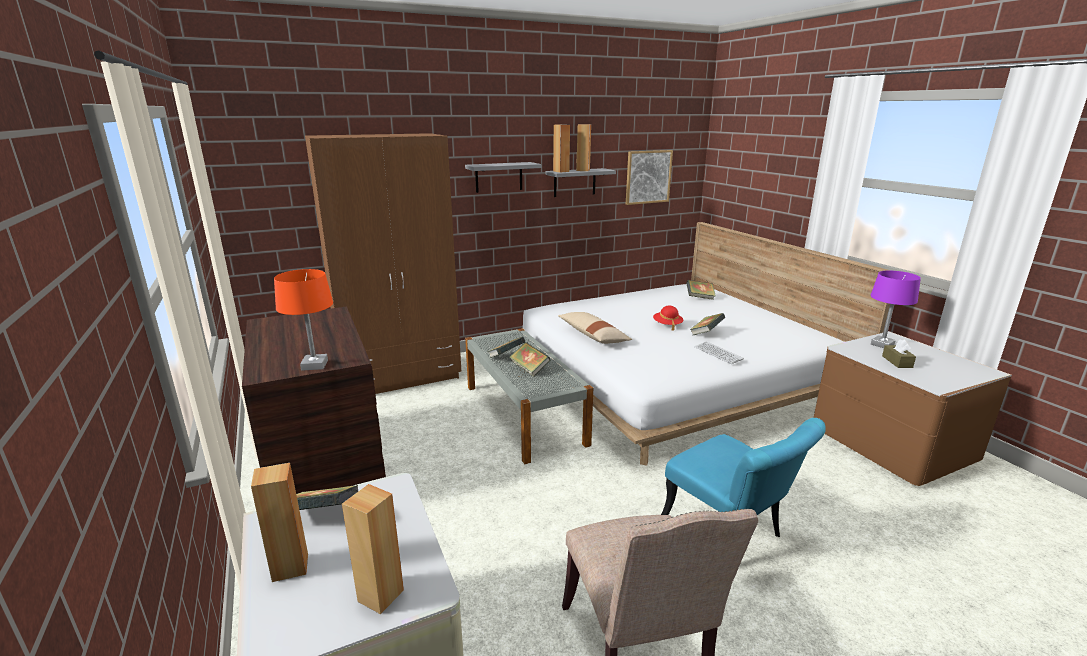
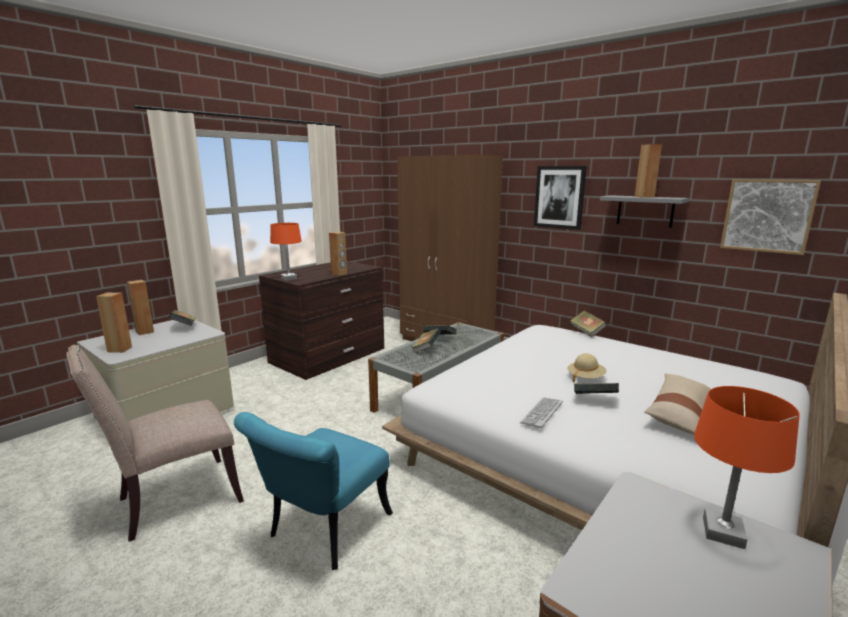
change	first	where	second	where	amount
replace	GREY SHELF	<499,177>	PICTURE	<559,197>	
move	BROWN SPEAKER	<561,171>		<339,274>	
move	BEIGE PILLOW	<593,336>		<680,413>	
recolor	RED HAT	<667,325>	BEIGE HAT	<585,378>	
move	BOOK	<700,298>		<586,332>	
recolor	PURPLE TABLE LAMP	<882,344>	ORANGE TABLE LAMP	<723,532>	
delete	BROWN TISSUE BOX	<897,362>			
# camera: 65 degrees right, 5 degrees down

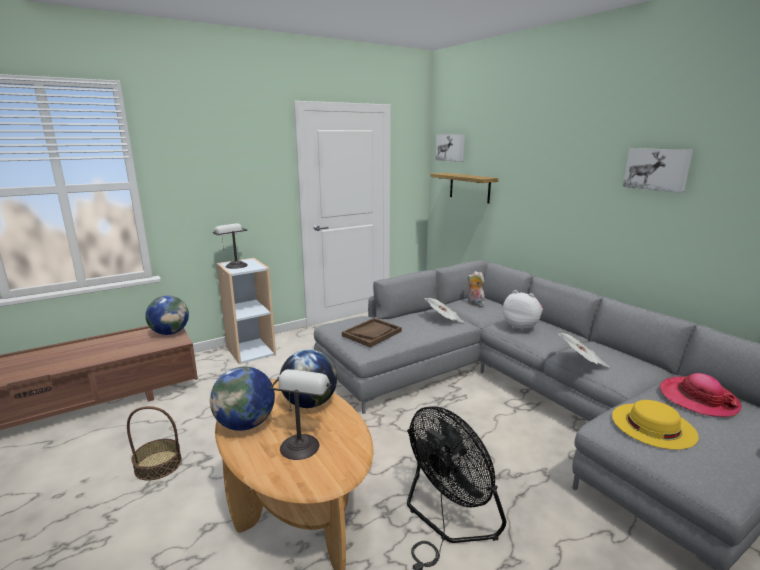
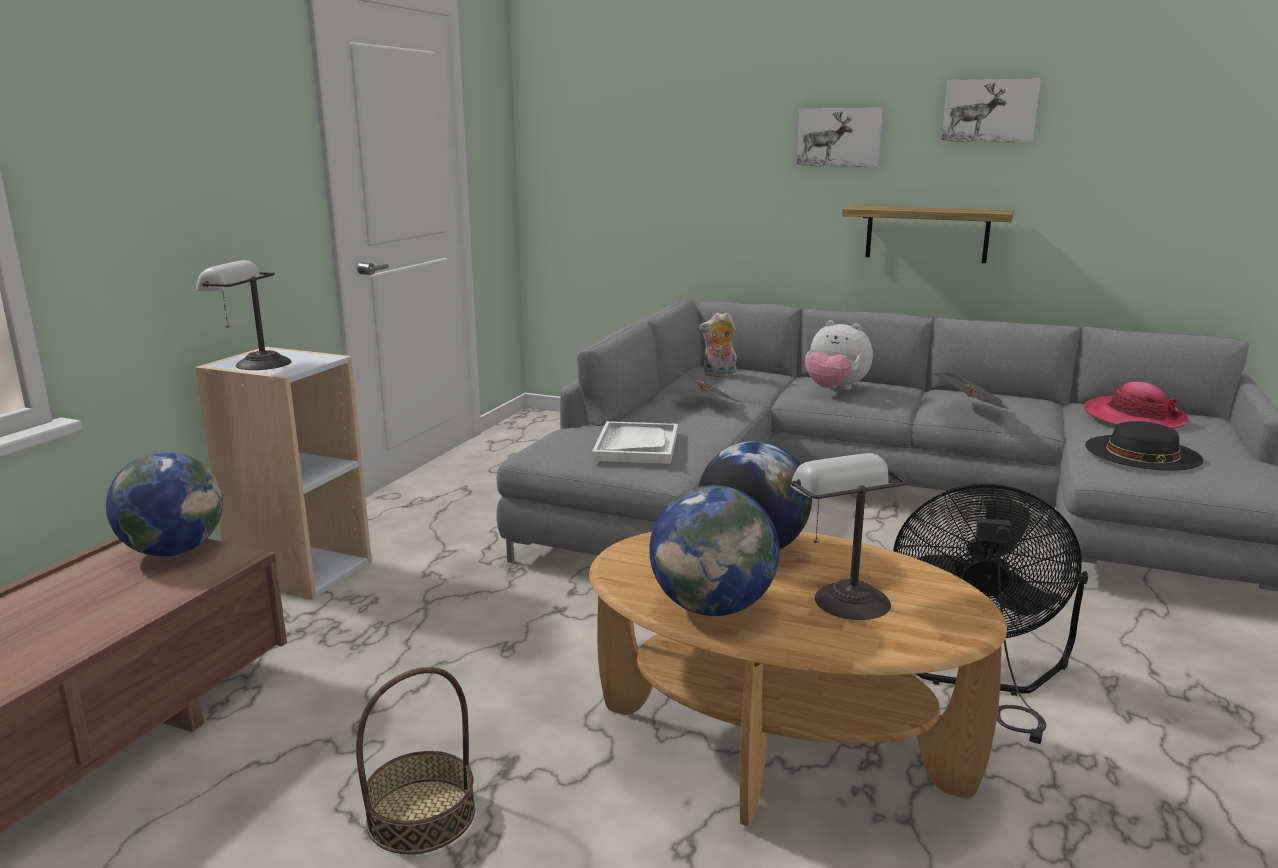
change	first	where	second	where	amount
recolor	BROWN TRAY	<372,333>	WHITE TRAY	<636,445>	
move	SHELF	<469,187>		<927,234>	
move	PICTURE	<451,147>		<839,137>	
rotate	PLUSH TOY	<521,327>		<834,389>	150 degrees counterclockwise
recolor	YELLOW HAT	<653,425>	BLACK HAT	<1142,452>	
# camera: 35 degrees left, 0 degrees up

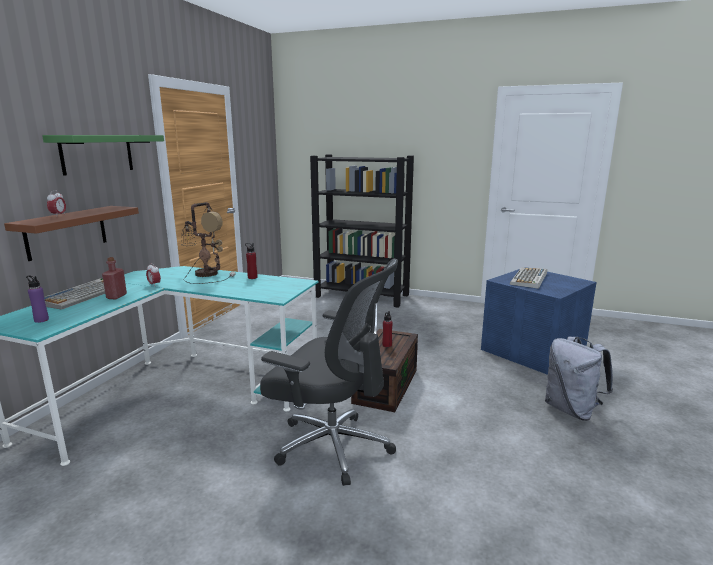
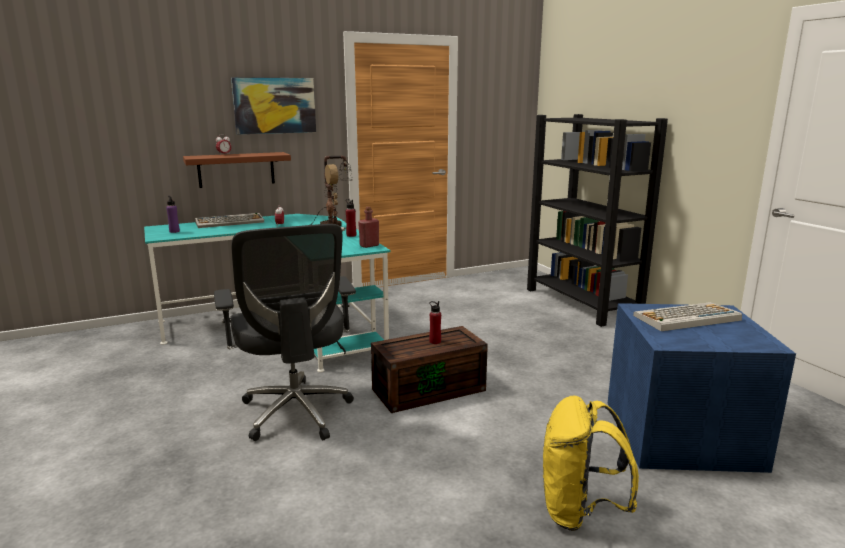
change	first	where	second	where	amount
replace	GREEN SHELF	<97,153>	PICTURE	<274,105>	
move	RED BOTTLE	<116,296>		<369,245>	
recolor	GREY BACKPACK	<572,410>	YELLOW BACKPACK	<579,512>	
# camera: 45 degrees right, 0 degrees up

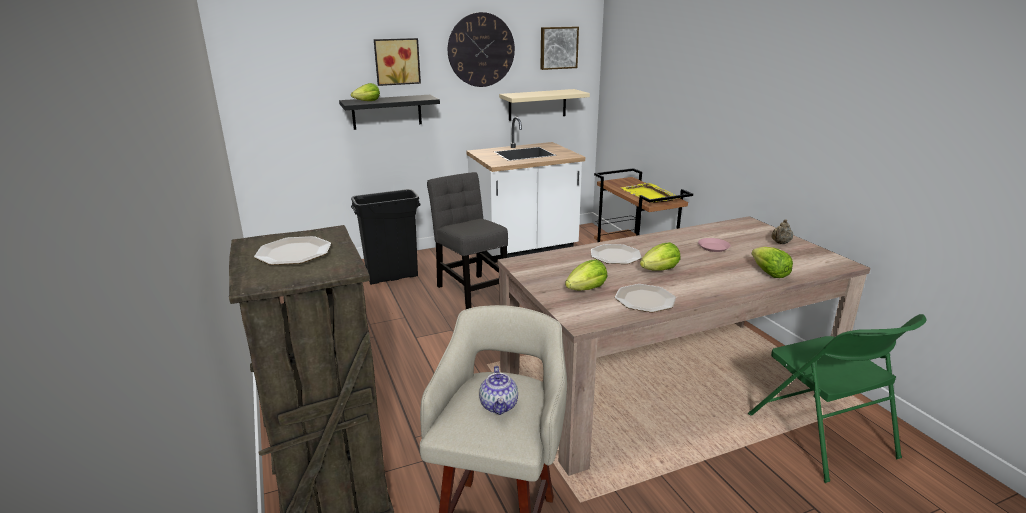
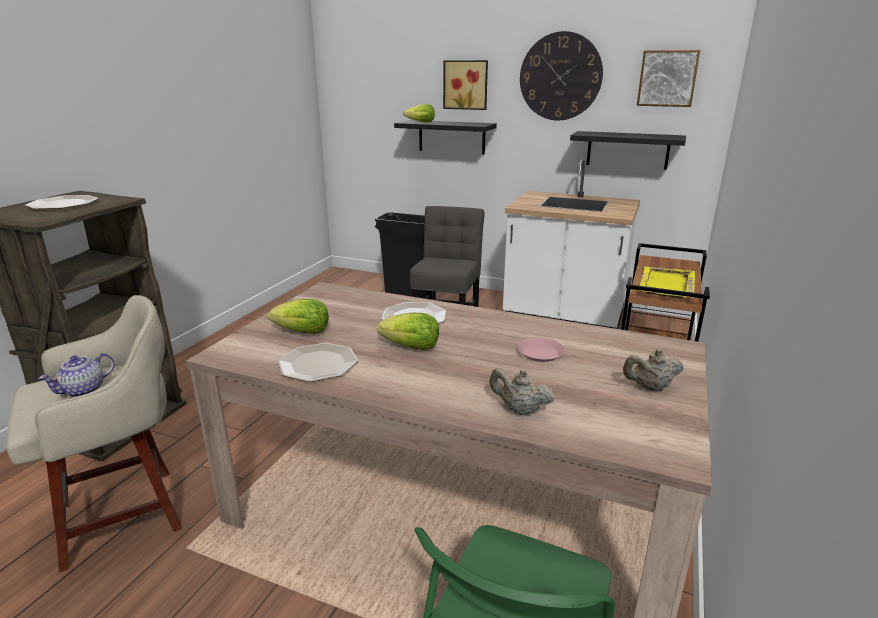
change	first	where	second	where	amount
recolor	BEIGE SHELF	<537,104>	BLACK SHELF	<627,150>	
replace	LETTUCE	<769,274>	BEIGE TEAPOT	<519,410>	
# camera: 45 degrees right, 0 degrees up

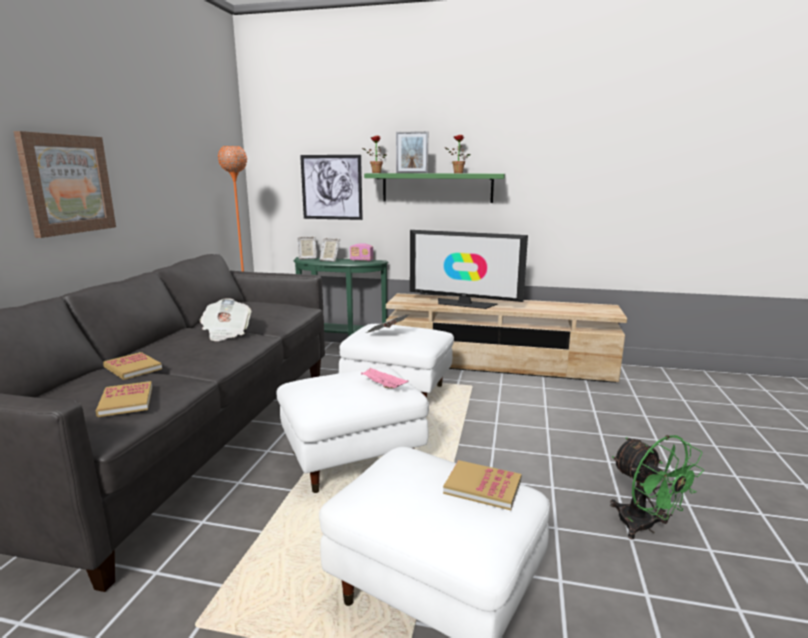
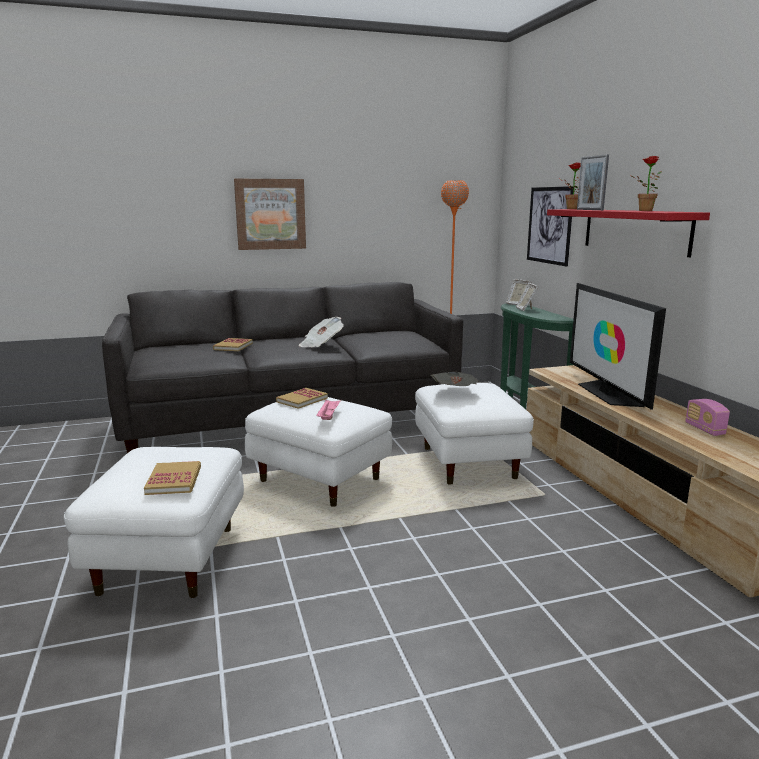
change	first	where	second	where	amount
move	BOOK	<126,401>		<302,400>	
move	RADIO	<361,260>		<704,429>	
recolor	GREEN SHELF	<437,187>	RED SHELF	<634,230>	
delete	GREEN FAN	<644,527>			
# camera: 60 degrees right, 0 degrees up

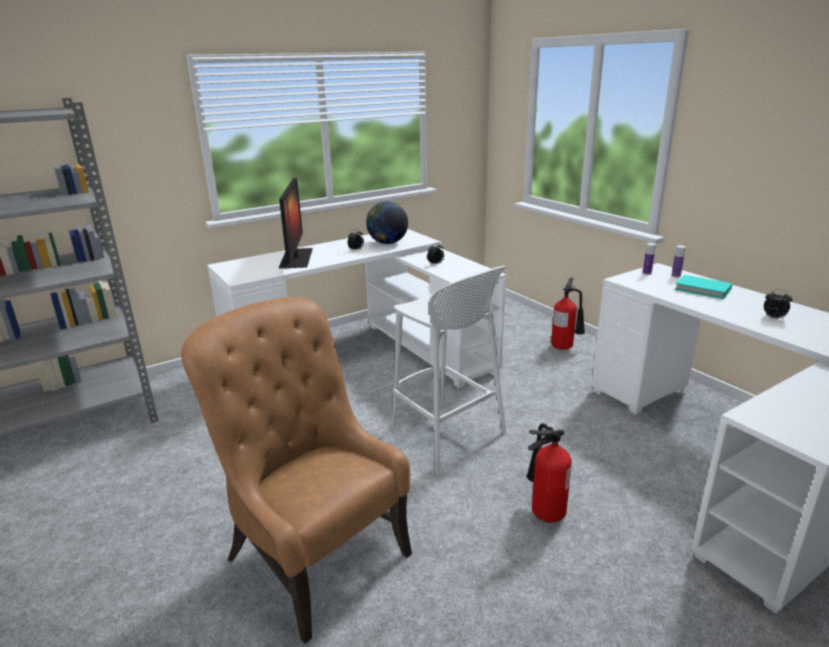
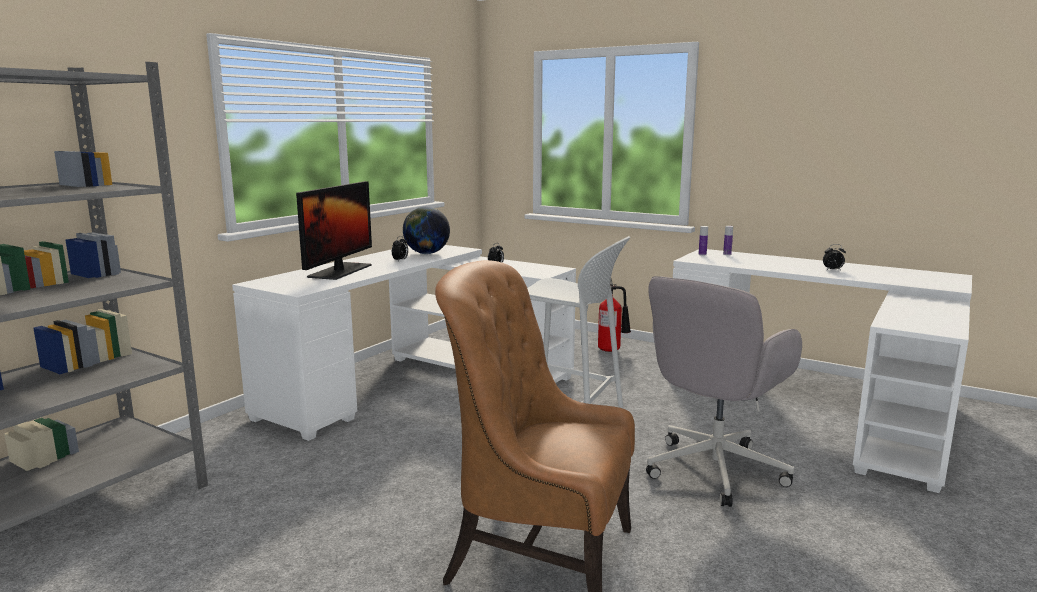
change	first	where	second	where	amount
rotate	MONITOR	<296,258>		<340,271>	45 degrees clockwise
replace	FIRE EXTINGUISHER	<543,512>	GREY OFFICE CHAIR	<714,471>	
delete	TURQUOISE BOOK	<702,289>			
# camera: 25 degrees left, 10 degrees down

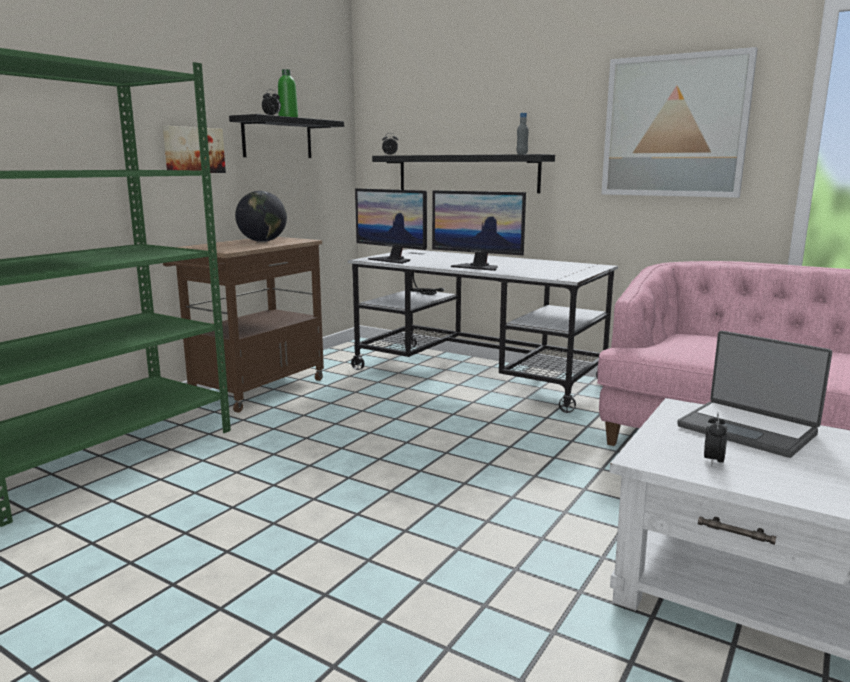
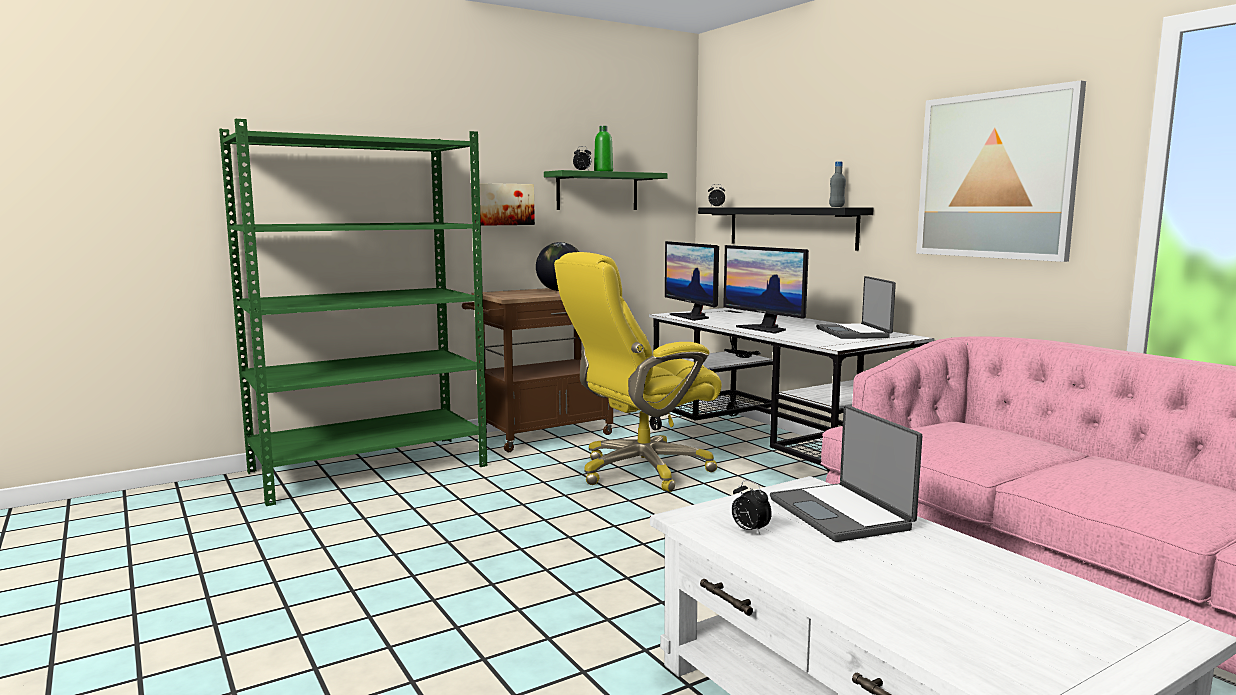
change	first	where	second	where	amount
recolor	BLACK SHELF	<277,138>	GREEN SHELF	<597,191>	
rotate	ALARM CLOCK	<713,461>		<749,530>	90 degrees counterclockwise
insert			YELLOW OFFICE CHAIR	<639,472>	
insert			LAPTOP	<854,333>	
# camera: 25 degrees right, 5 degrees down

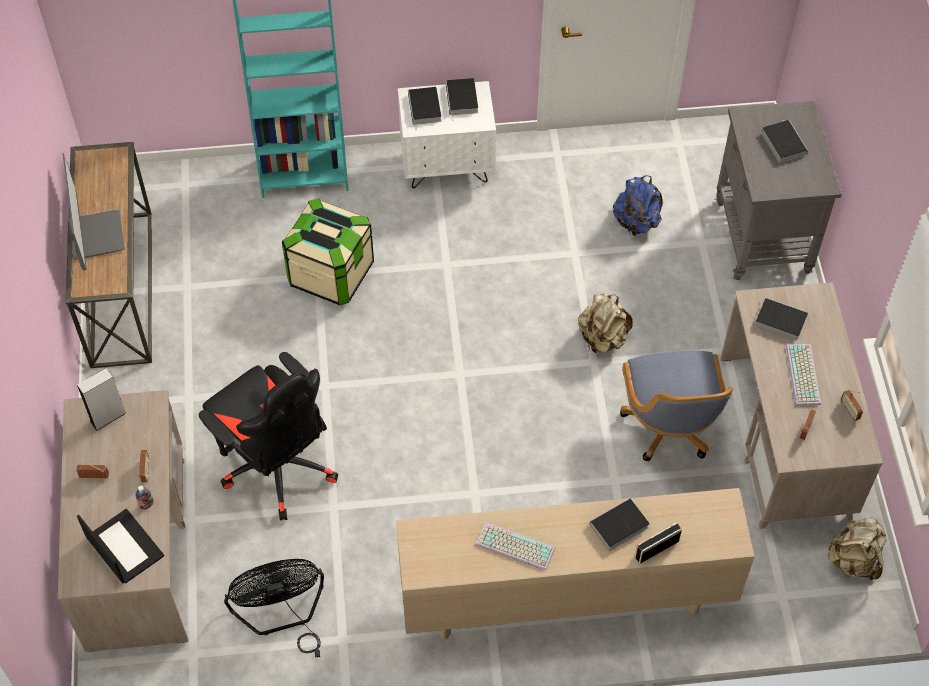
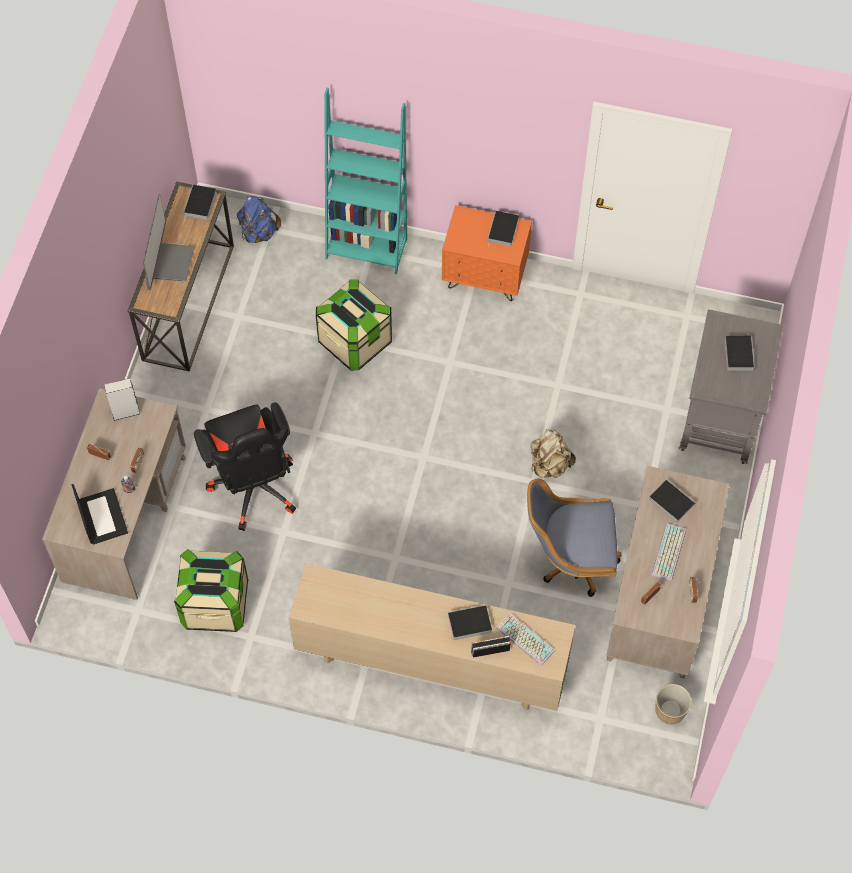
change	first	where	second	where	amount
replace	BLACK FAN	<285,615>	STORAGE BOX	<215,604>	
recolor	WHITE NIGHTSTAND	<447,166>	ORANGE NIGHTSTAND	<485,277>	
move	BOOK	<425,109>		<200,205>	
move	KEYBOARD	<513,547>		<524,639>	
move	BLUE BACKPACK	<636,222>		<258,232>	
rotate	BLUE OFFICE CHAIR	<670,433>		<570,560>	75 degrees clockwise
replace	BEIGE BACKPACK	<854,560>	PLANTER	<670,711>	
# camera: 20 degrees right, 5 degrees up

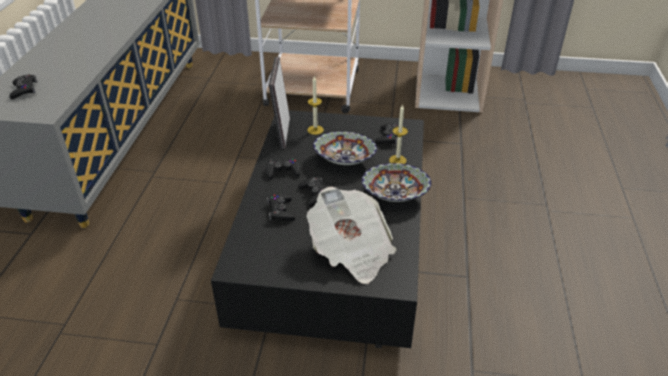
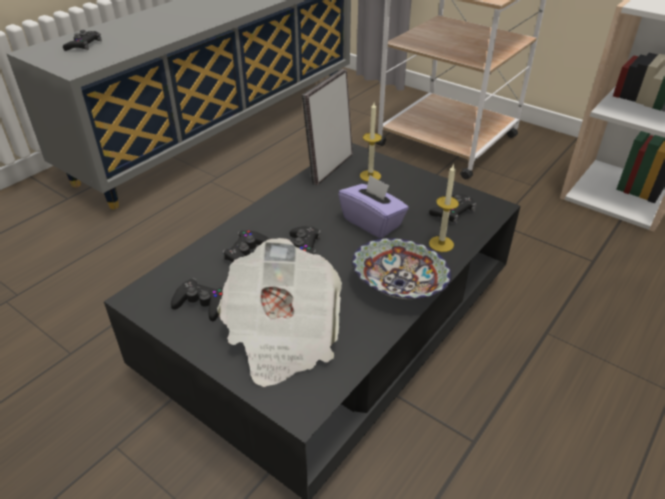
change	first	where	second	where	amount
move	BLACK GAME CONTROLLER	<283,171>		<201,303>	
replace	BOWL	<344,161>	PURPLE TISSUE BOX	<372,222>	
# camera: 30 degrees right, 0 degrees up

